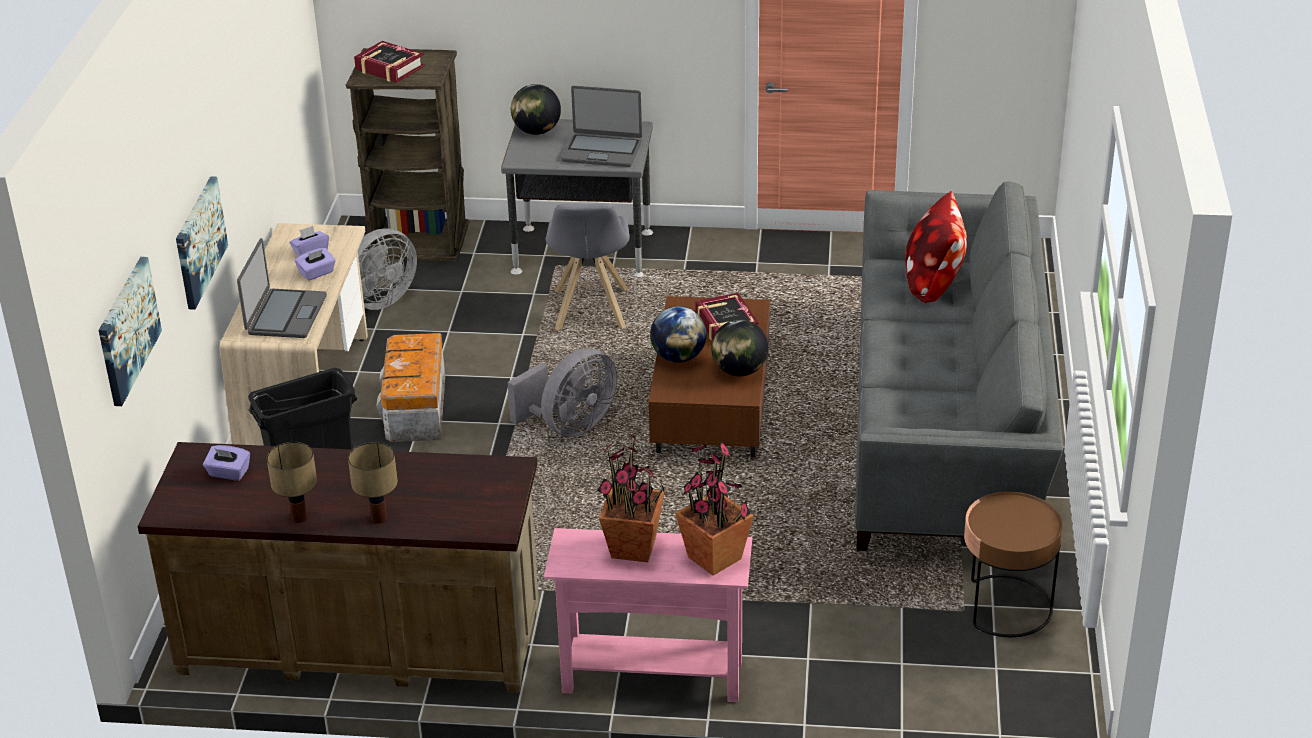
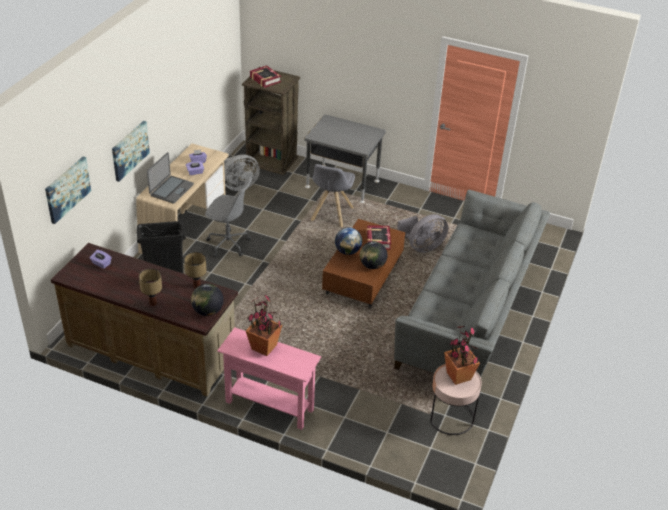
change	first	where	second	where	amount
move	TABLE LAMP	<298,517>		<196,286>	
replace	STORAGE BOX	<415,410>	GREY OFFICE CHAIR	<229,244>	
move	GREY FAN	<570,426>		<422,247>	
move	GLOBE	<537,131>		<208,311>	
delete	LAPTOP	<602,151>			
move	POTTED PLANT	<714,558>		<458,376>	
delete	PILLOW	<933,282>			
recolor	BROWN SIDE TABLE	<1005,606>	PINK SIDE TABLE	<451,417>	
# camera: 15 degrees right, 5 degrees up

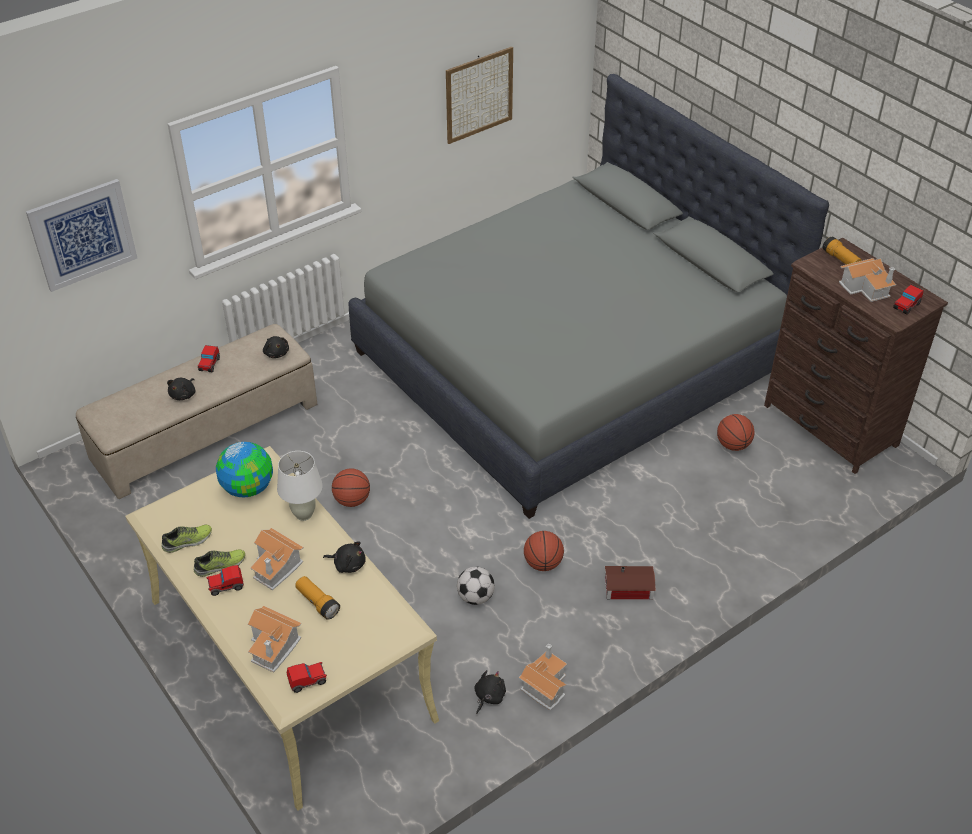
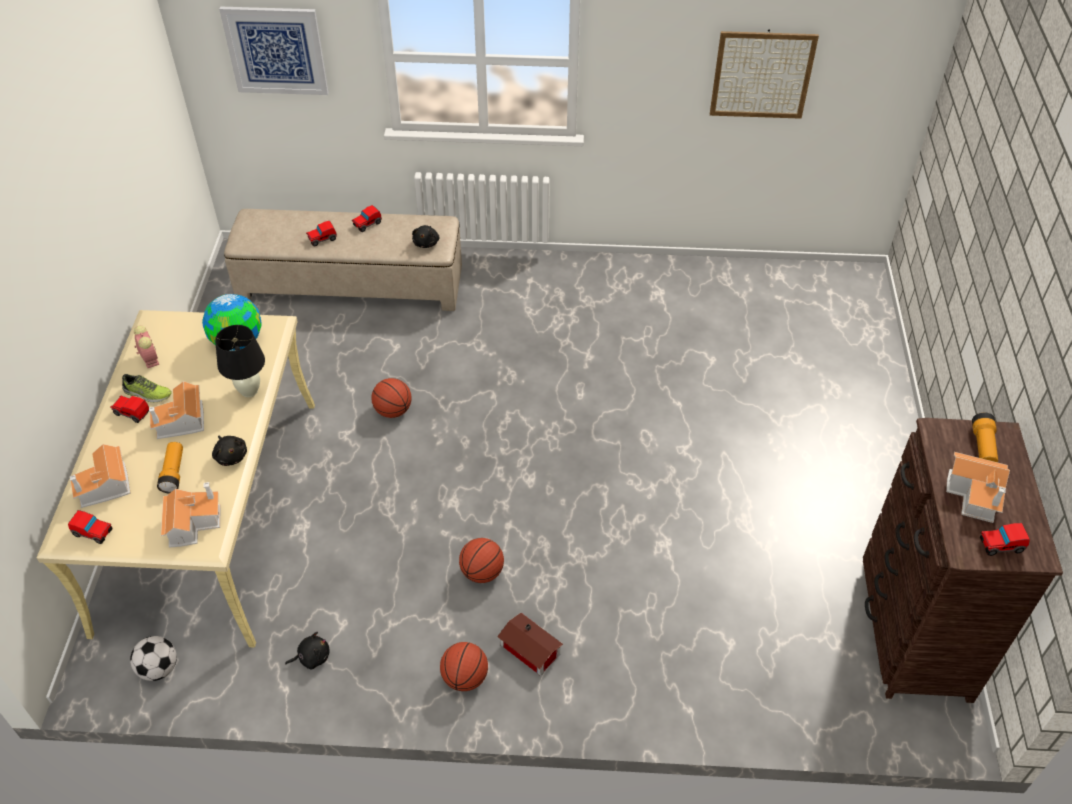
change	first	where	second	where	amount
replace	SHOE	<187,541>	ALARM CLOCK	<149,358>	
replace	BLACK PLUSH TOY	<184,395>	TOY CAR	<322,239>	
recolor	WHITE TABLE LAMP	<303,514>	BLACK TABLE LAMP	<249,391>	
delete	GREY BED	<572,360>			
move	FOOTBALL	<475,597>		<159,668>	
move	TOY HOUSE	<544,685>		<193,522>	
move	BASKETBALL	<733,445>		<465,678>	
# camera: 40 degrees right, 5 degrees up

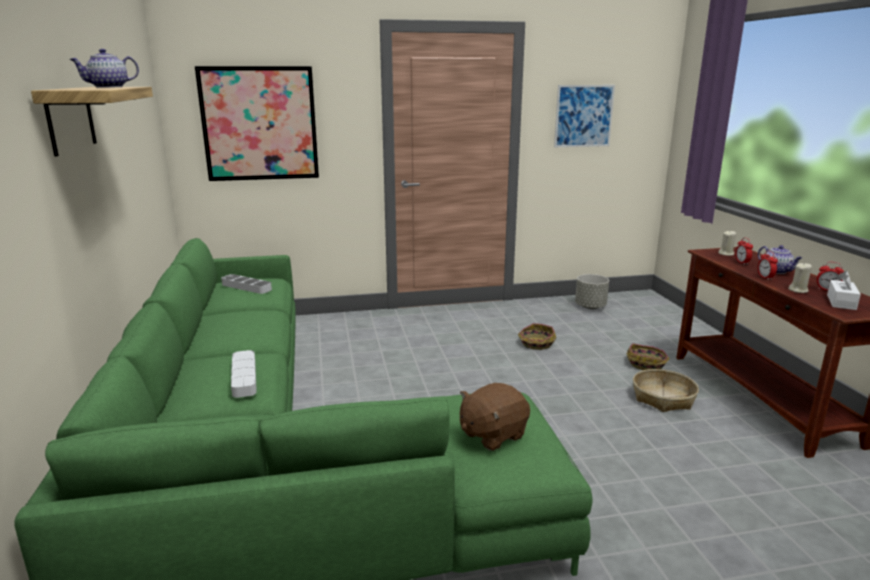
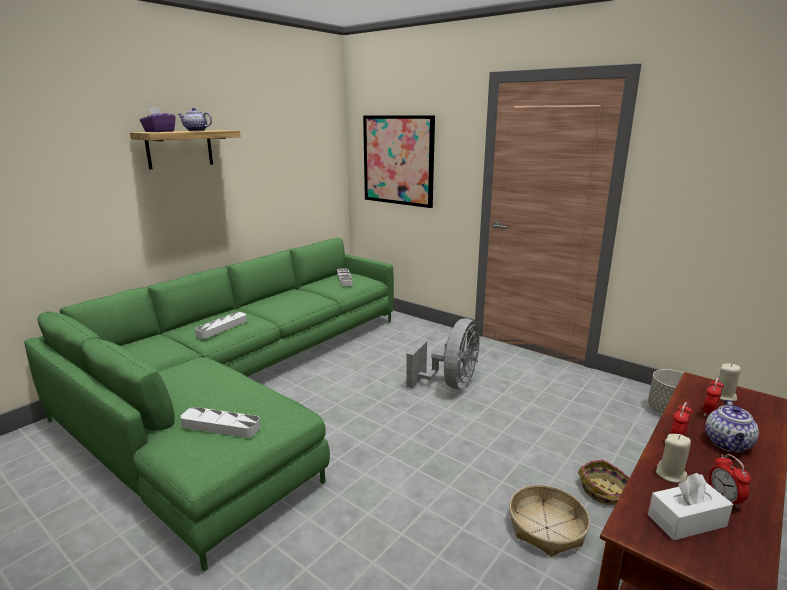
change	first	where	second	where	amount
replace	BROWN PLUSH TOY	<492,434>	GREY TRAY	<221,426>	
delete	BASKET	<536,343>			
delete	PICTURE	<583,116>			
insert			PURPLE TISSUE BOX	<159,131>	
insert			GREY FAN	<450,384>	
# camera: 50 degrees right, 0 degrees up

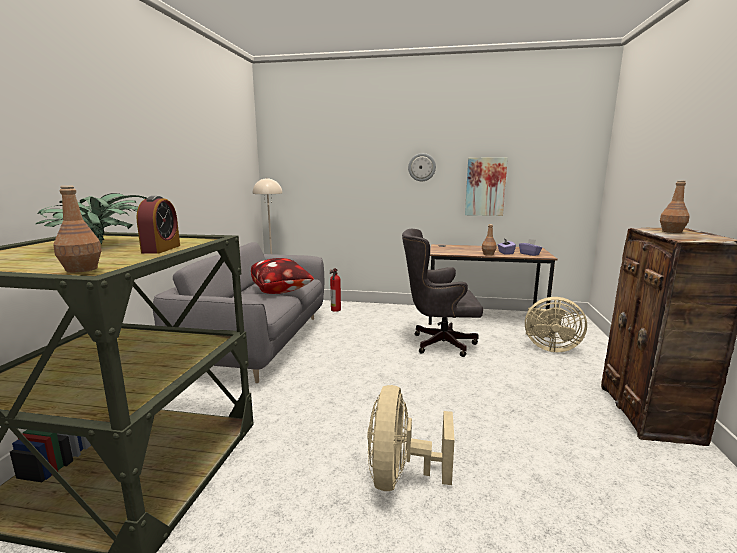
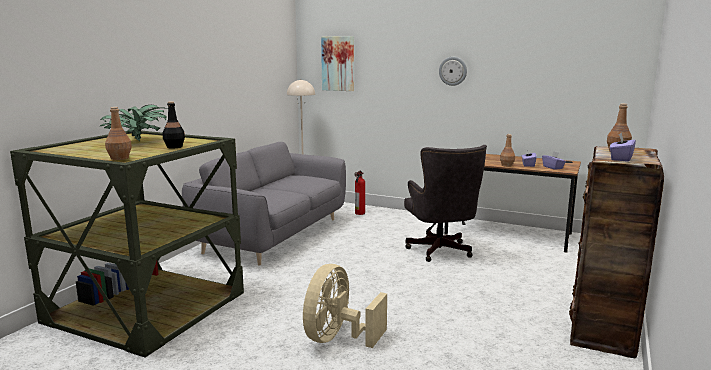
change	first	where	second	where	amount
replace	ALARM CLOCK	<161,249>	BLACK BOTTLE	<174,147>	
delete	PILLOW	<281,291>			
rotate	GREY OFFICE CHAIR	<438,344>		<441,252>	120 degrees counterclockwise
move	PICTURE	<485,187>		<338,63>	
delete	BEIGE FAN	<549,347>			
insert			PURPLE TISSUE BOX	<620,159>	
# camera: 15 degrees right, 0 degrees up

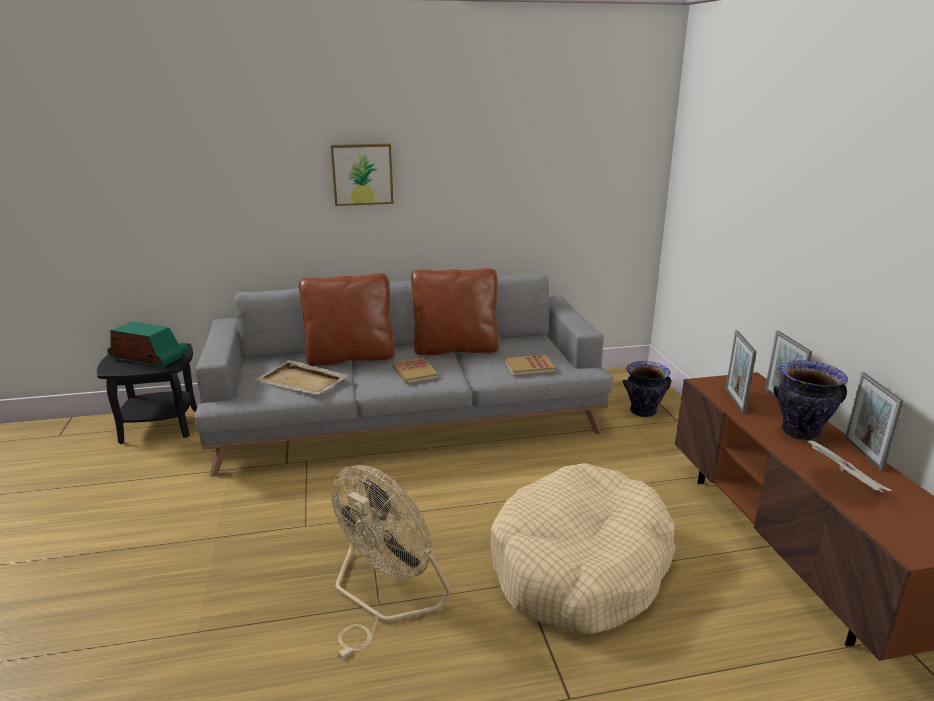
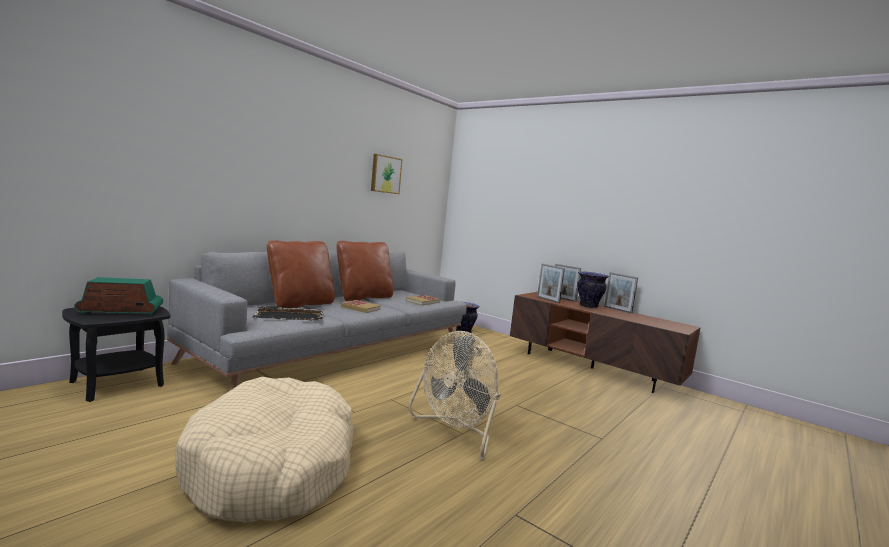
change	first	where	second	where	amount
recolor	BEIGE TRAY	<303,381>	BLACK TRAY	<290,316>	
rotate	BEIGE FAN	<377,597>		<456,431>	135 degrees counterclockwise
move	PICTURE	<362,174>		<385,174>	
move	BEIGE DOG BED	<580,566>		<272,467>	
delete	NEWSPAPER	<845,486>			
# camera: 40 degrees left, 15 degrees down

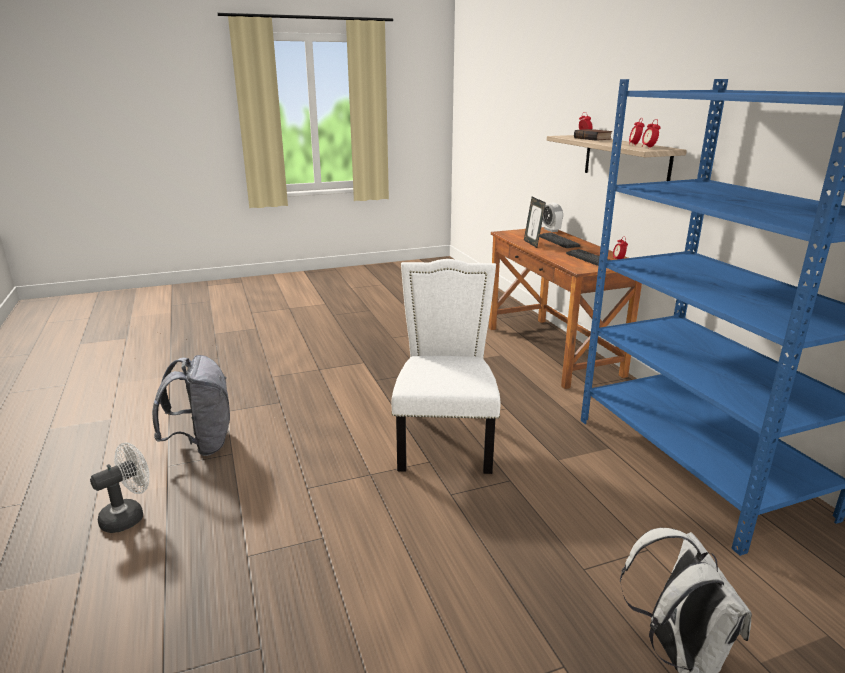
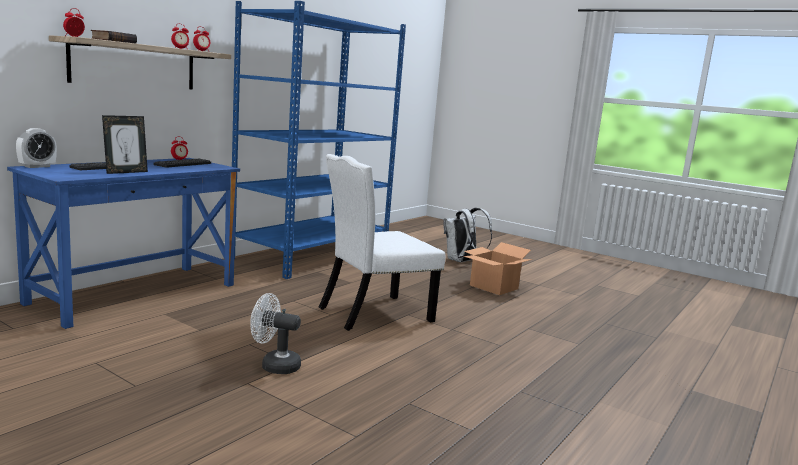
change	first	where	second	where	amount
move	WHITE FAN	<129,516>		<274,365>	
delete	GREY BACKPACK	<202,444>			
recolor	BROWN DESK	<552,350>	BLUE DESK	<135,294>	
insert			CARDBOARD BOX	<494,287>	
# camera: 125 degrees left, 10 degrees down

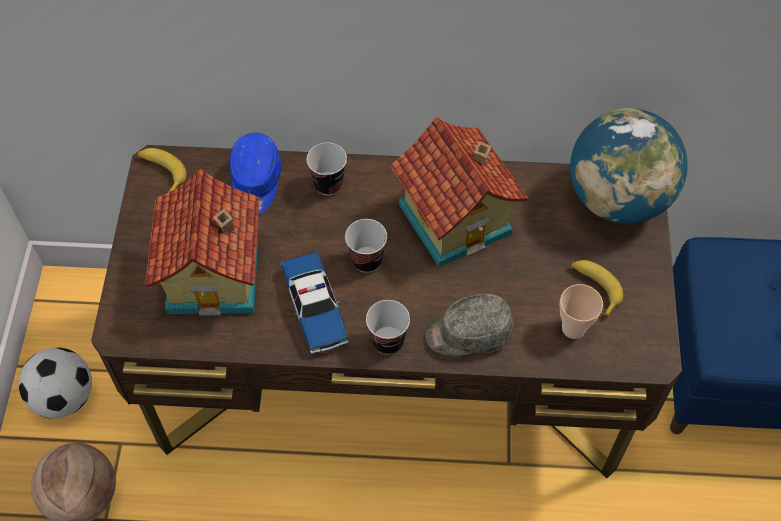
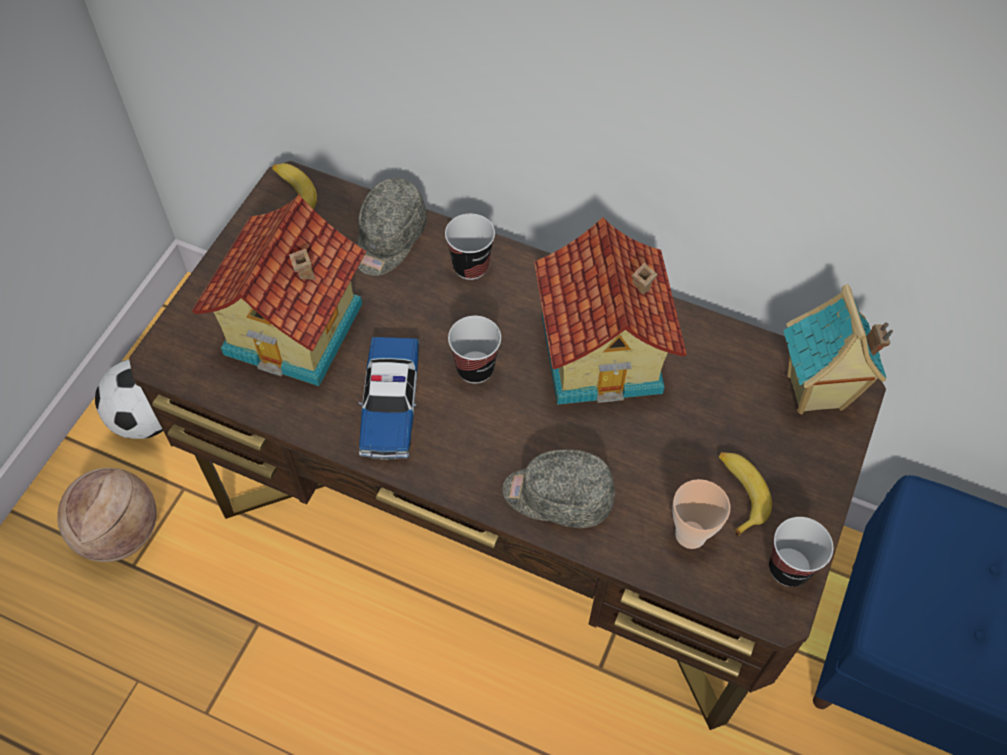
change	first	where	second	where	amount
recolor	BLUE CAP	<255,183>	GREY CAP	<389,239>	
move	CUP	<388,341>		<788,568>	
replace	GLOBE	<618,199>	TOY HOUSE	<815,393>	
# camera: 20 degrees right, 0 degrees up

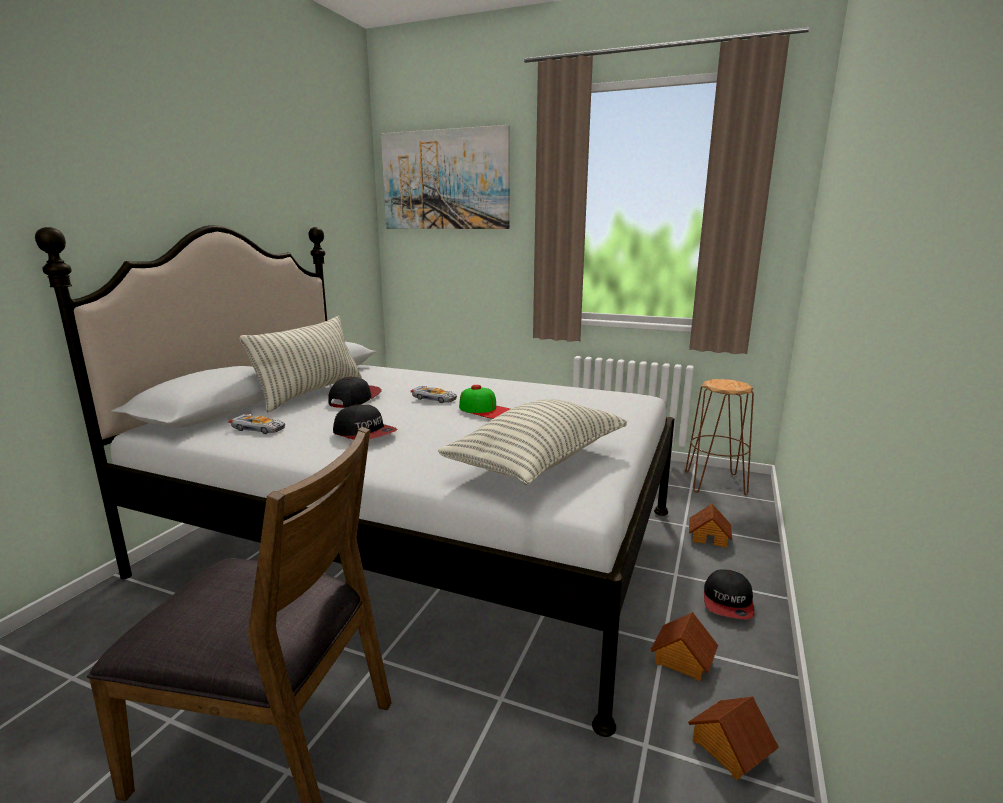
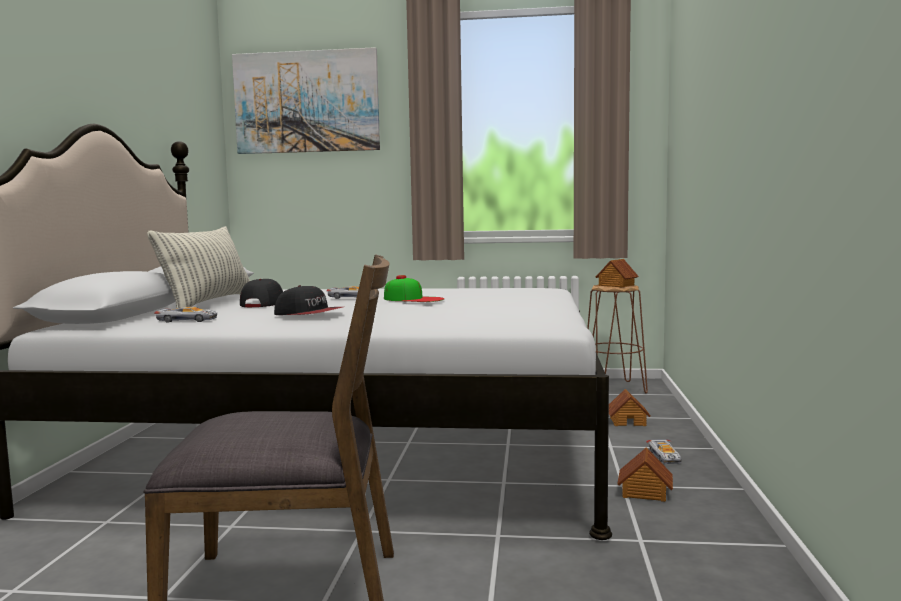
change	first	where	second	where	amount
delete	PILLOW	<538,462>			
move	TOY HOUSE	<728,748>		<616,285>	
replace	CAP	<728,602>	TOY CAR	<665,456>	
# camera: 15 degrees left, 10 degrees down

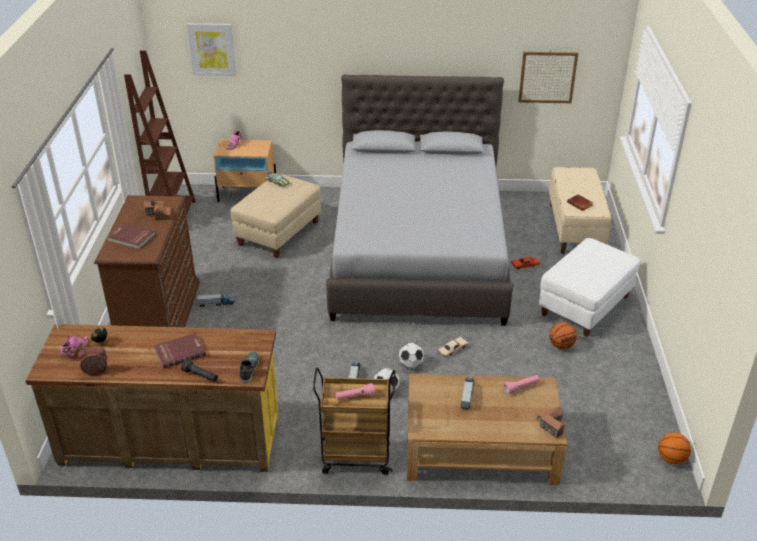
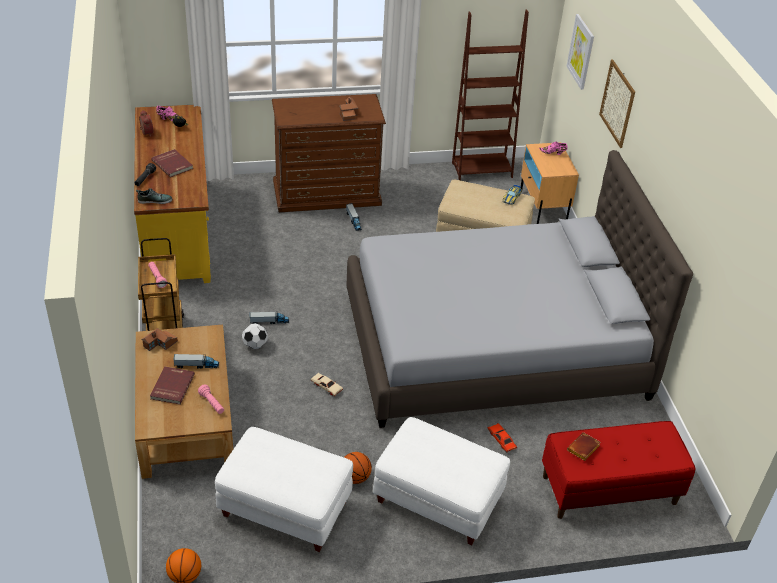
change	first	where	second	where	amount
move	RED BOOK	<131,238>		<171,386>	
delete	FOOTBALL	<411,365>			
move	PICTURE	<547,76>		<617,102>	
move	TOY HOUSE	<551,425>		<160,344>	
recolor	BEIGE BENCH	<575,228>	RED BENCH	<609,490>	
insert			WHITE OTTOMAN	<285,510>	
# camera: 75 degrees right, 5 degrees up

